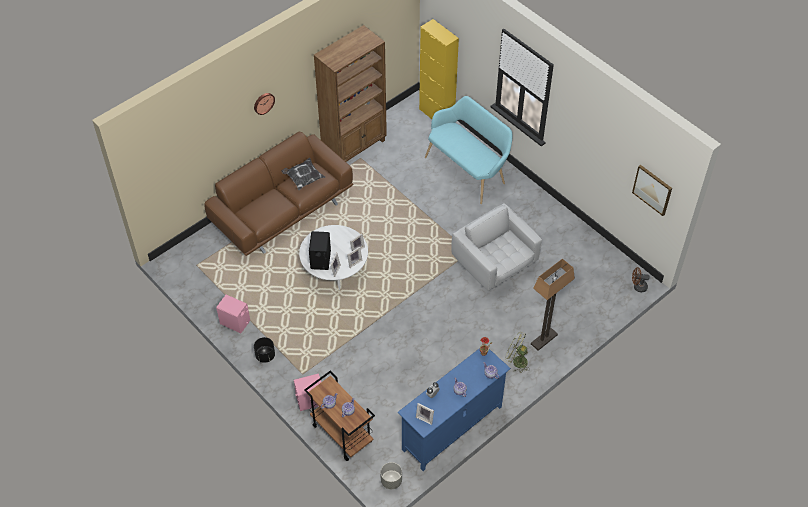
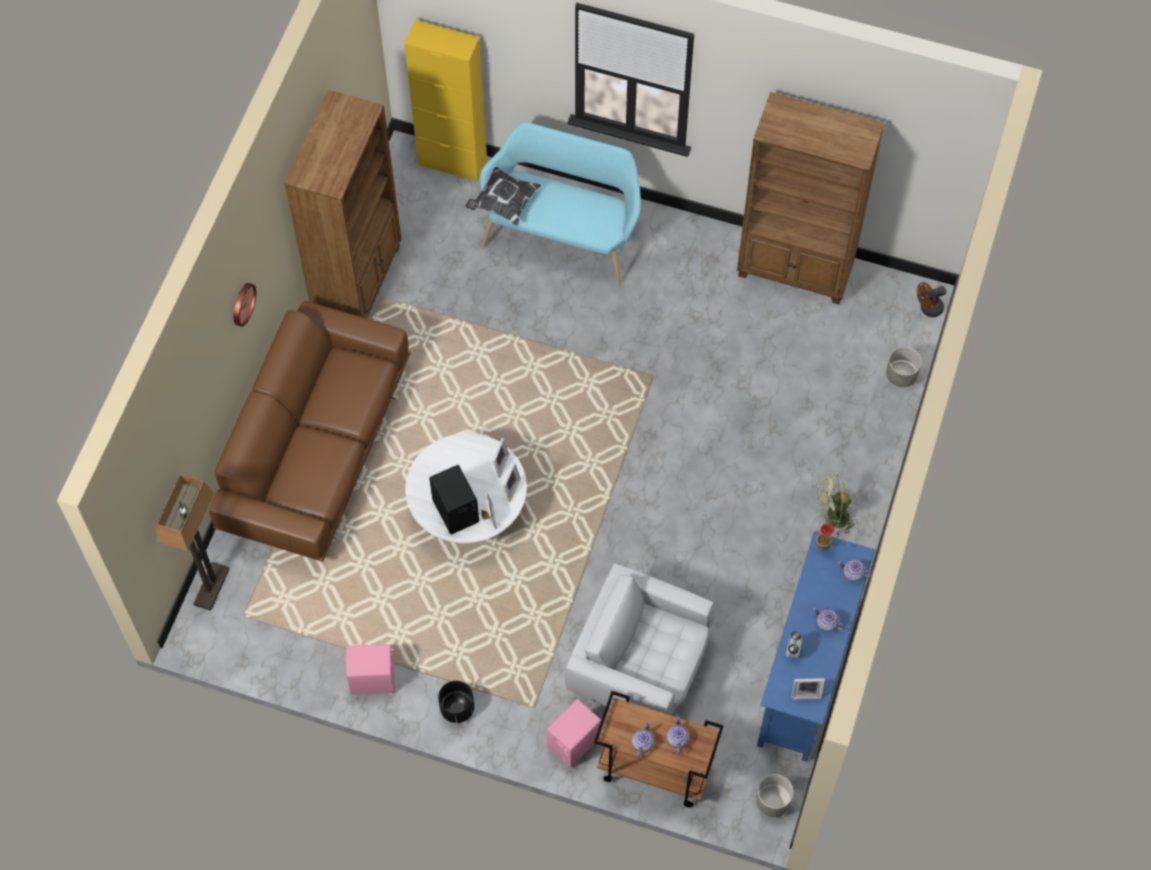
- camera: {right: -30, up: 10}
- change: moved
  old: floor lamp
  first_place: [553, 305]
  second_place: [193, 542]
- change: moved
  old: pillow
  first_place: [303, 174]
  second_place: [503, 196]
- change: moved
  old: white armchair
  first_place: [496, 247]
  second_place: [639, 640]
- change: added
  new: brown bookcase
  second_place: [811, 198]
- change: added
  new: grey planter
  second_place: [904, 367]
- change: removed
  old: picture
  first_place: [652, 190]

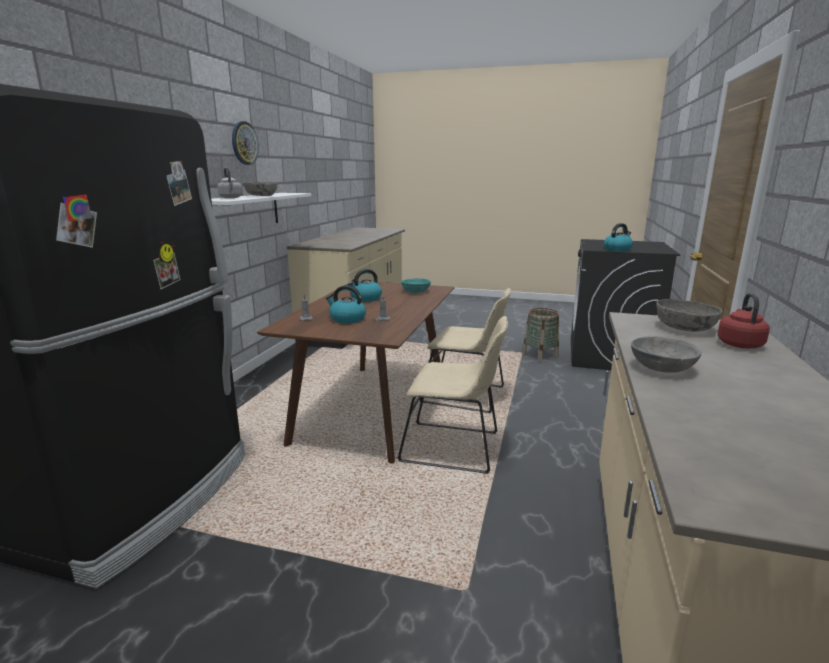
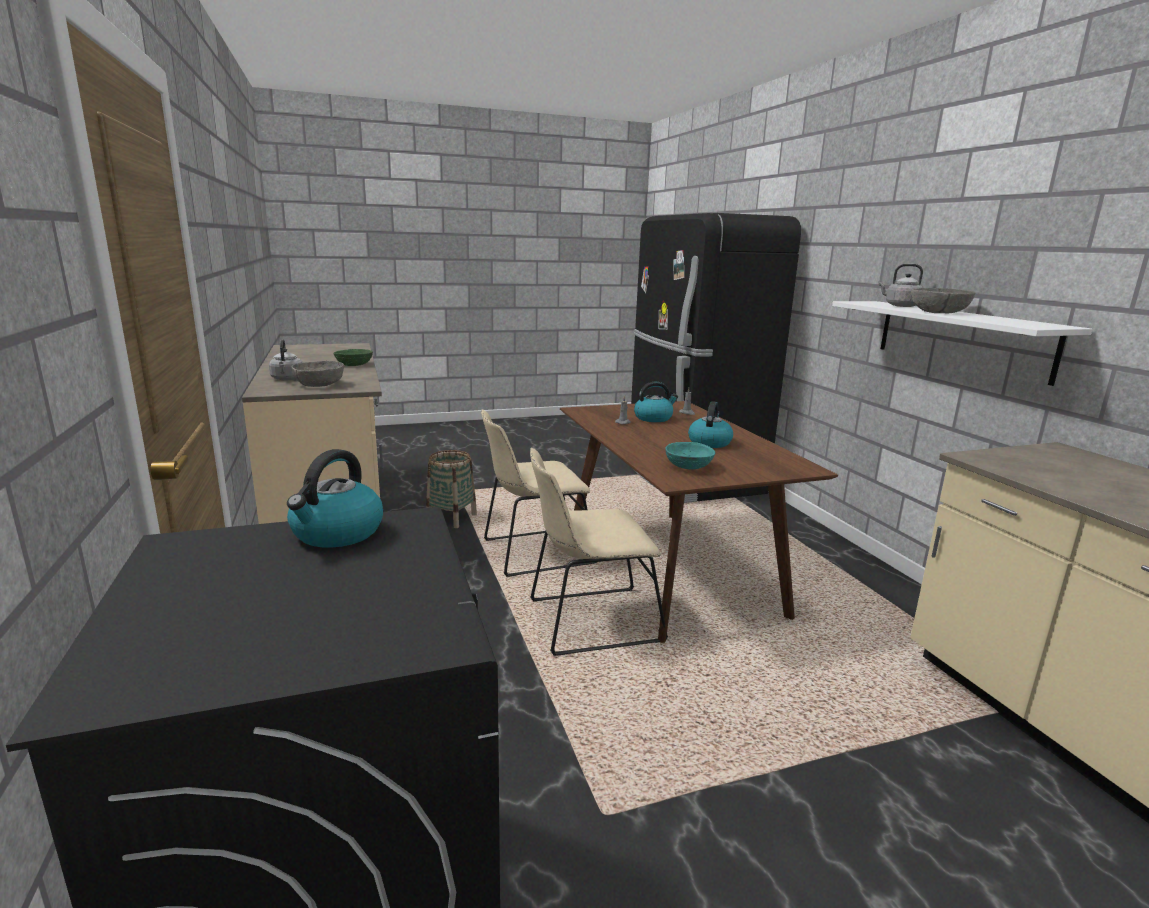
- camera: {right: 145, up: 0}
- change: recoloured
  old: red kettle
  new: grey kettle
  first_place: [743, 320]
  second_place: [286, 359]
- change: recoloured
  old: grey bowl
  new: green bowl
  first_place: [666, 354]
  second_place: [353, 357]
- change: moved
  old: basket
  first_place: [540, 335]
  second_place: [451, 489]
- change: removed
  old: wall clock
  first_place: [245, 143]

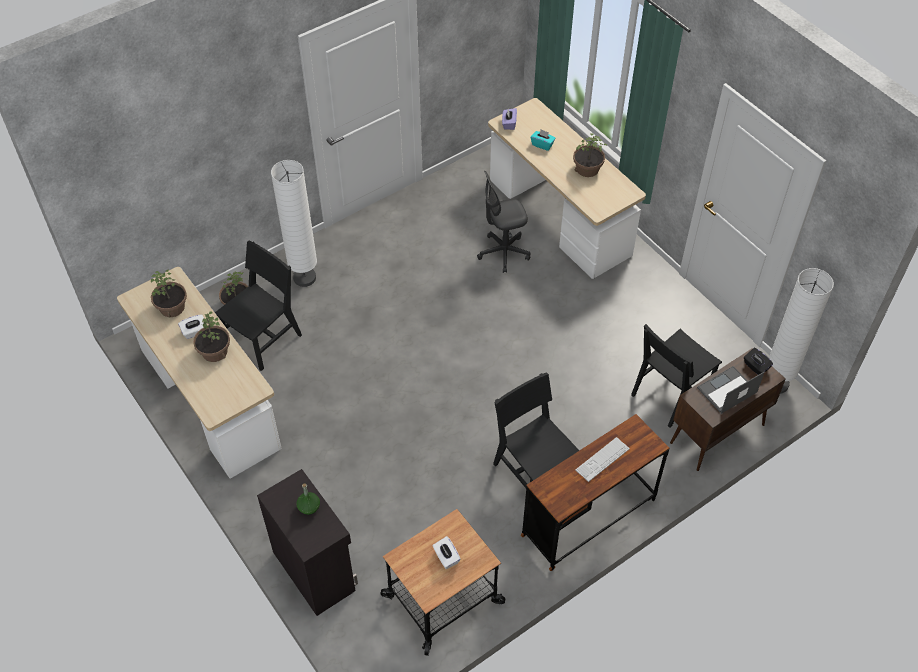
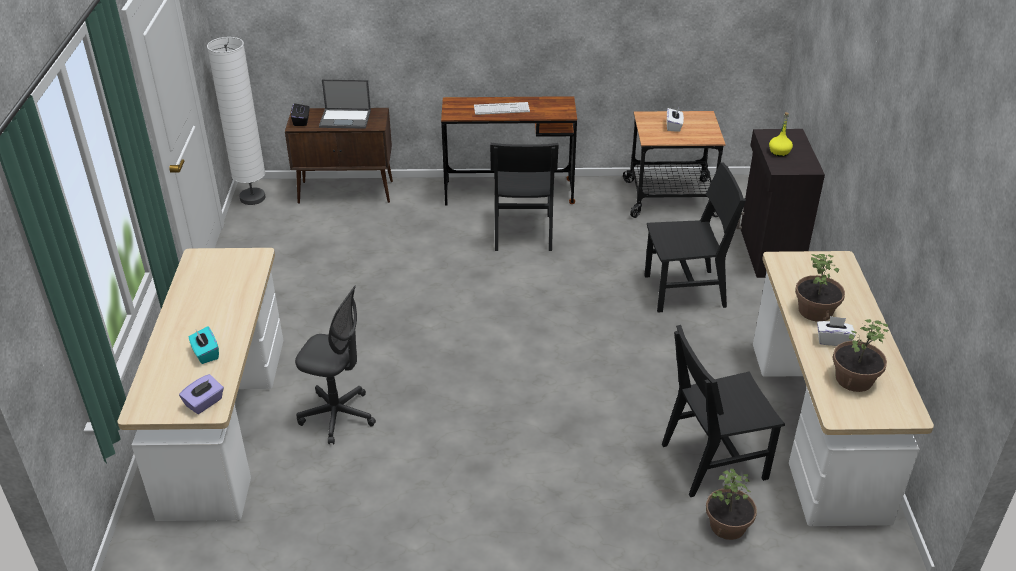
- camera: {right: -145, up: -15}
- change: moved
  old: black chair
  first_place: [676, 376]
  second_place: [695, 237]
- change: recoloured
  old: green bottle
  new: yellow bottle
  first_place: [308, 499]
  second_place: [781, 134]
- change: removed
  old: white floor lamp
  first_place: [294, 223]
- change: removed
  old: potted plant
  first_place: [590, 155]

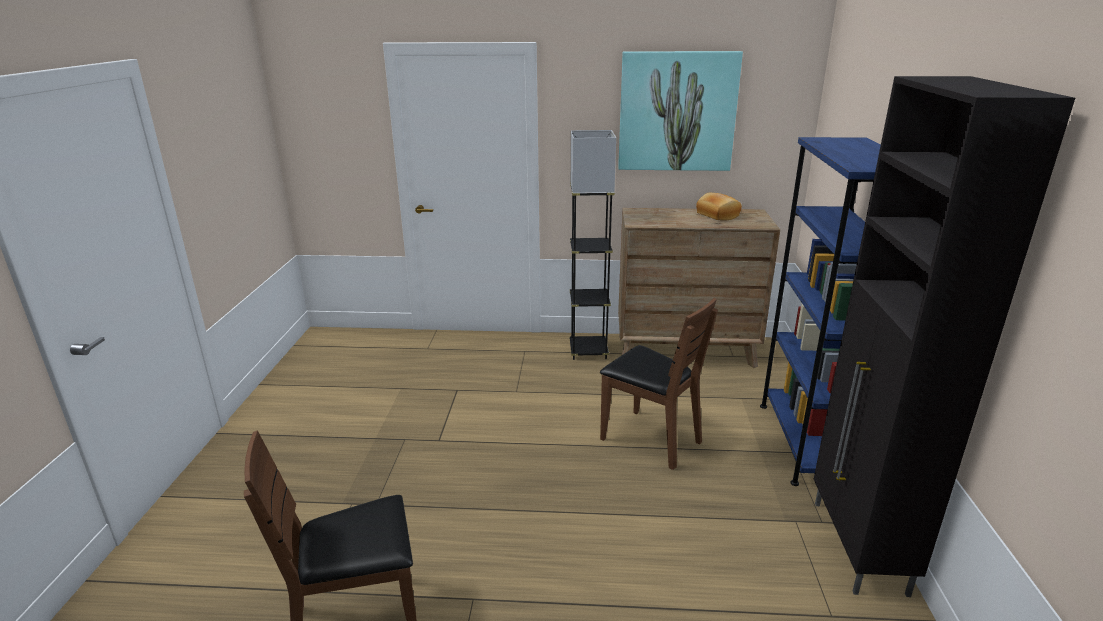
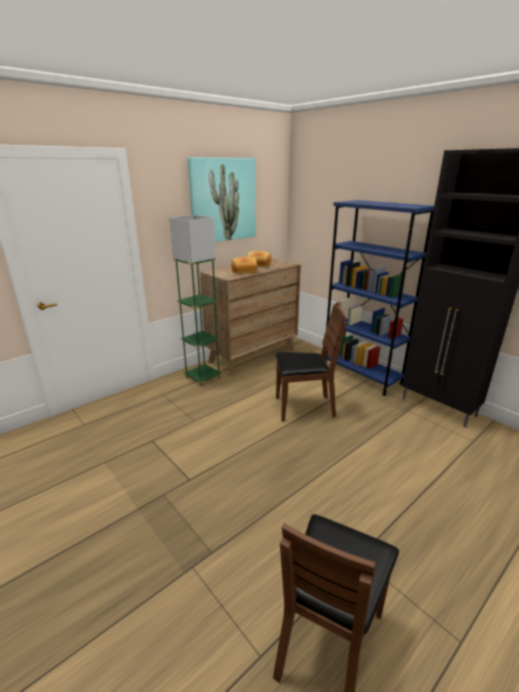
- camera: {right: -45, up: 0}
- change: recoloured
  old: grey floor lamp
  new: green floor lamp
  first_place: [592, 245]
  second_place: [195, 300]
- change: added
  new: bread
  second_place: [244, 265]

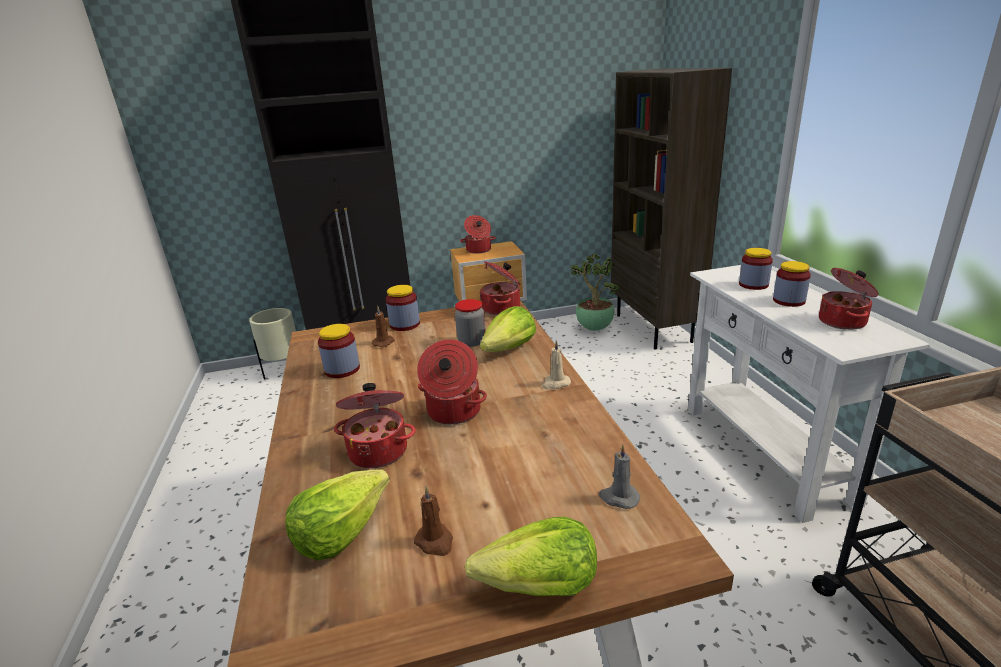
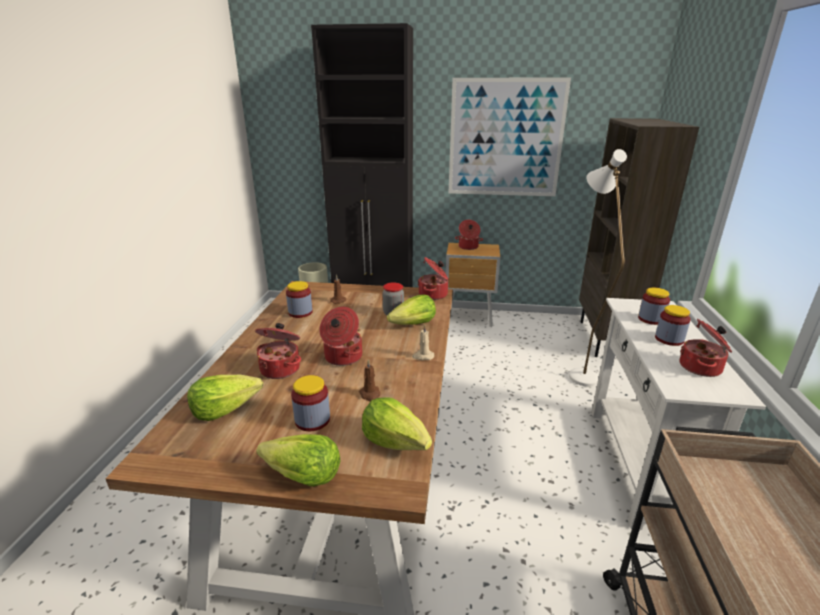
- camera: {right: 20, up: 0}
- change: moved
  old: jar
  first_place: [403, 308]
  second_place: [310, 403]
- change: moved
  old: brown candle
  first_place: [433, 521]
  second_place: [369, 380]
- change: replaced
  old: grey candle
  new: lettuce
  first_place: [619, 476]
  second_place: [397, 423]
- change: added
  new: picture
  second_place: [510, 137]
- change: added
  new: white floor lamp
  second_place: [598, 267]
- change: removed
  old: potted plant
  first_place: [595, 292]

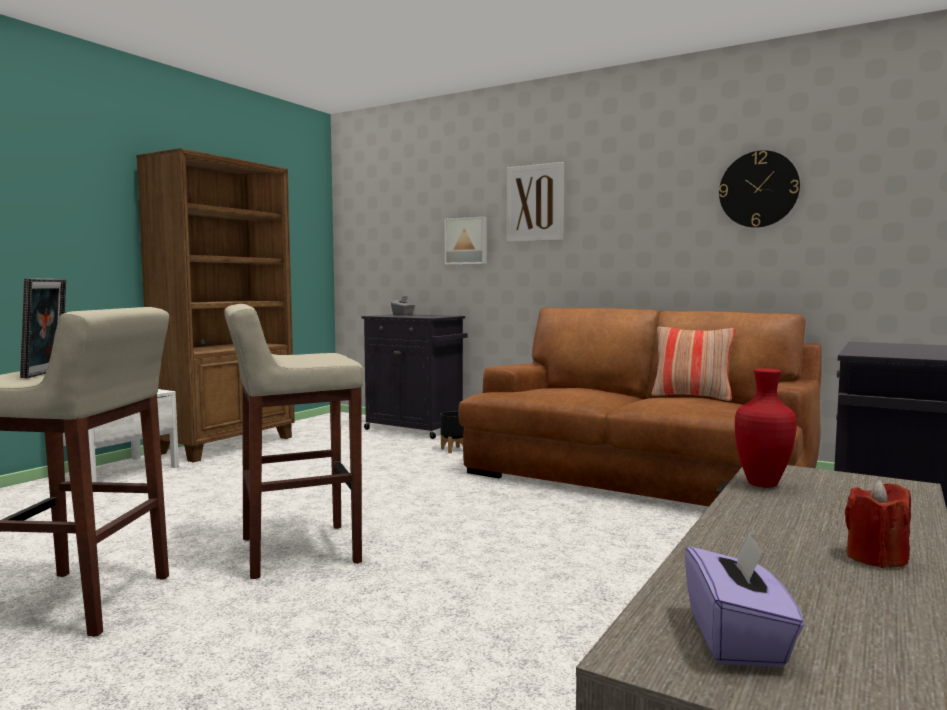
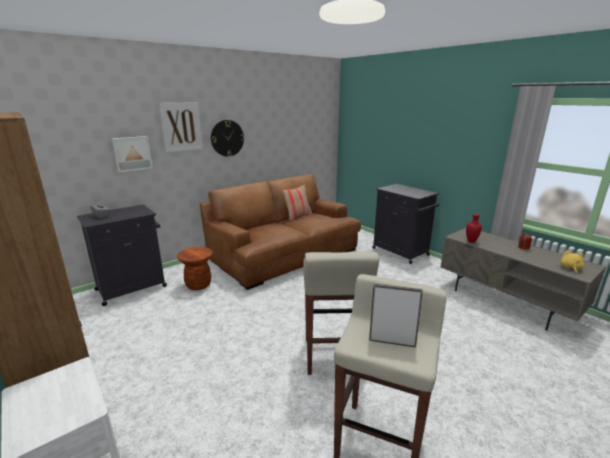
- camera: {right: -70, up: 15}
- change: replaced
  old: black planter
  new: brown stool
  first_place: [452, 432]
  second_place: [195, 268]
- change: moved
  old: wall clock
  first_place: [759, 189]
  second_place: [227, 138]
- change: replaced
  old: purple tissue box
  new: yellow plush toy
  first_place: [744, 599]
  second_place: [572, 262]

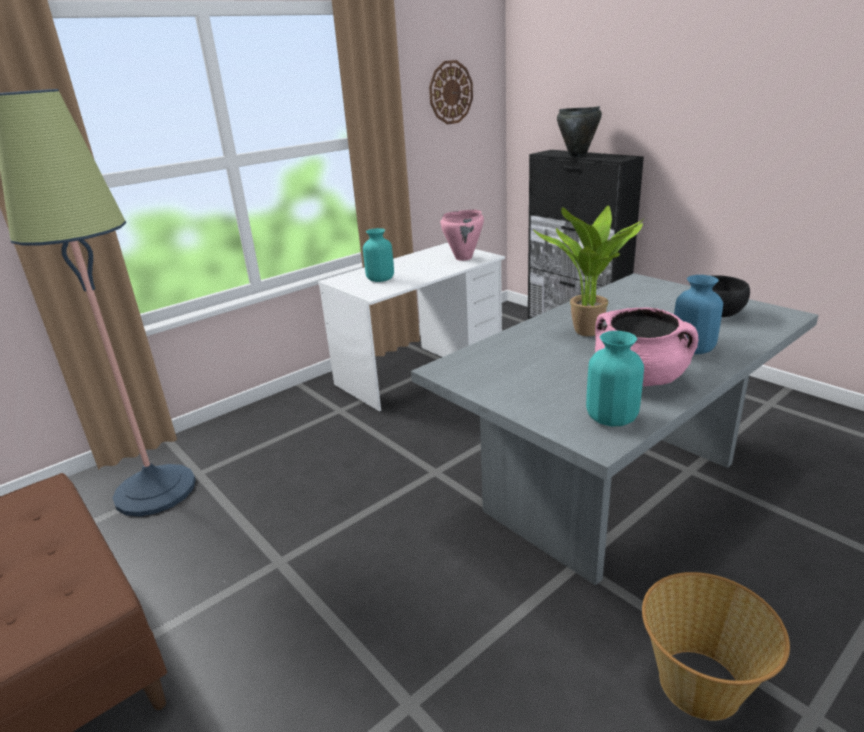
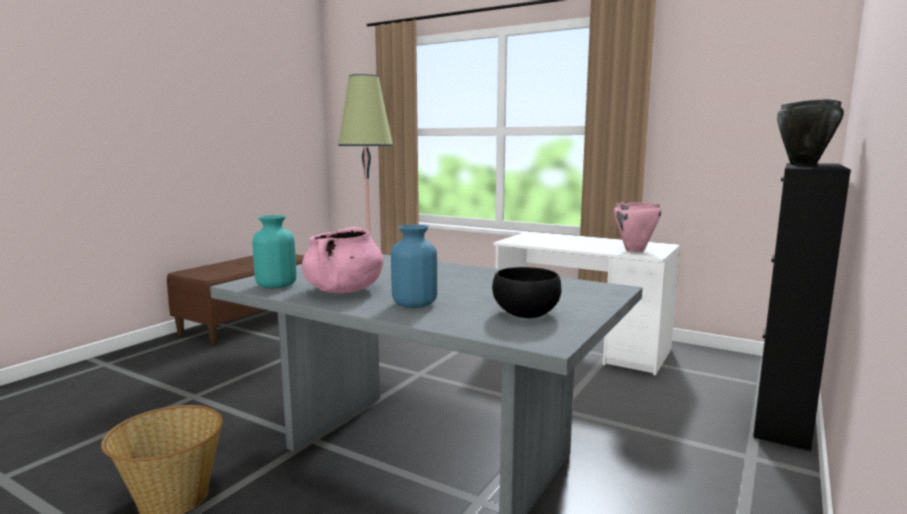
- camera: {right: 70, up: -15}
- change: removed
  old: turquoise vase
  first_place: [378, 255]
- change: removed
  old: wall clock
  first_place: [451, 92]
- change: removed
  old: potted plant
  first_place: [588, 271]

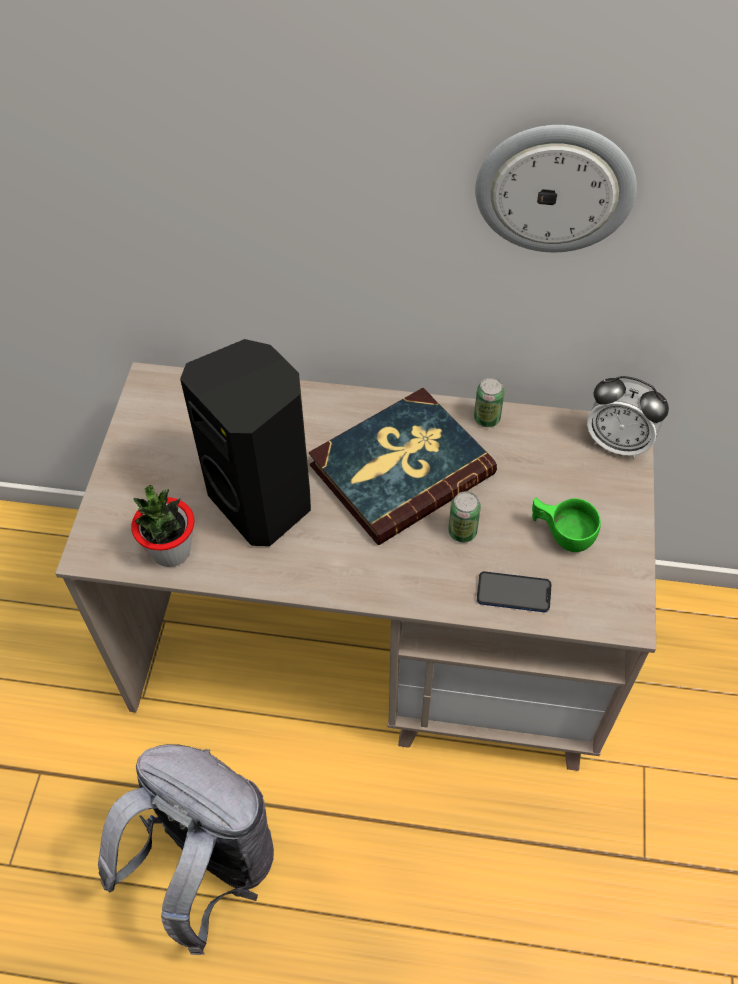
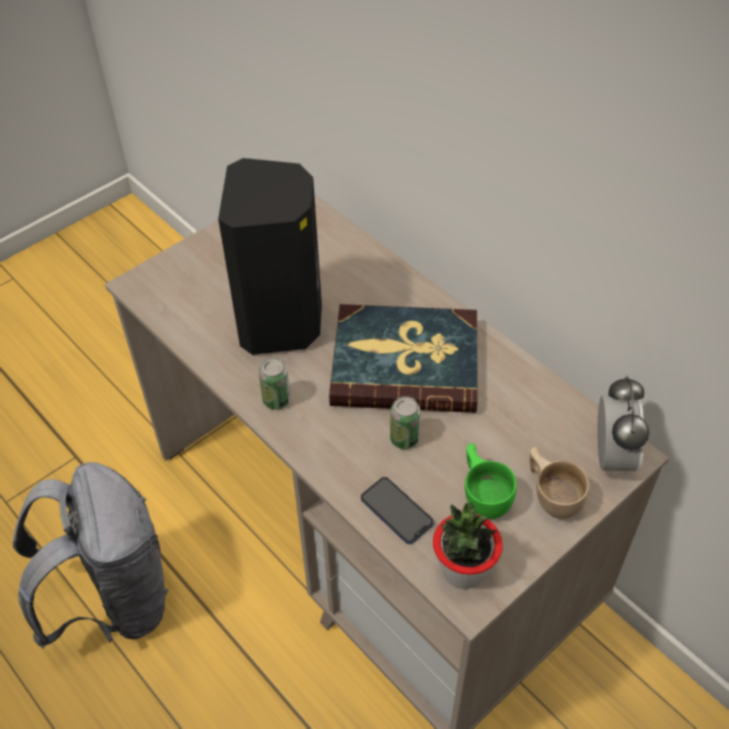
- camera: {right: 40, up: -5}
- change: moved
  old: can
  first_place: [489, 402]
  second_place: [274, 384]
- change: moved
  old: potted plant
  first_place: [162, 526]
  second_place: [468, 546]
- change: added
  new: beige cup
  second_place: [559, 482]
- change: turned
  old: alarm clock
  first_place: [628, 417]
  second_place: [624, 426]
  degrees: -150
- change: removed
  old: wall clock
  first_place: [556, 188]

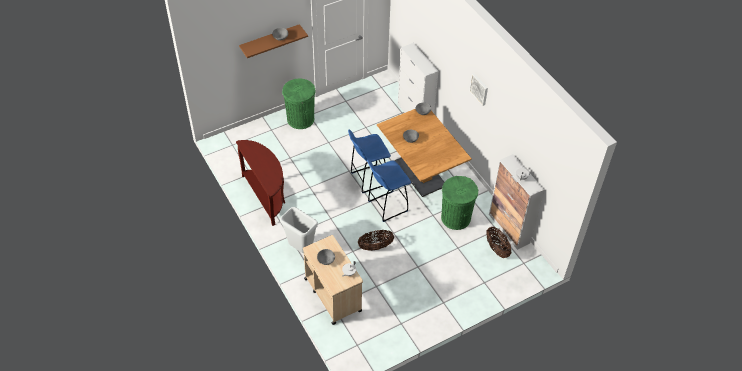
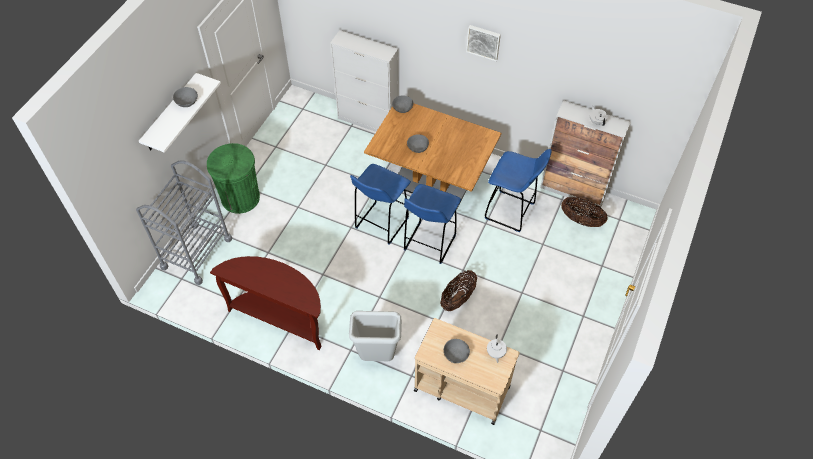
- camera: {right: -35, up: 5}
- change: added
  new: grey cart
  second_place: [184, 222]
- change: recoloured
  old: brown shelf
  new: white shelf
  first_place: [273, 41]
  second_place: [180, 113]
- change: replaced
  old: green trash can
  new: blue stool
  first_place: [459, 203]
  second_place: [518, 190]

